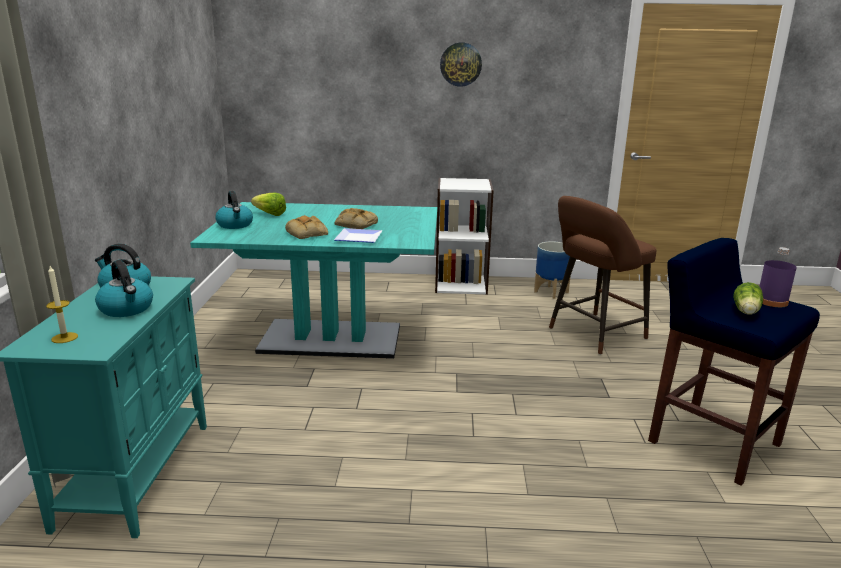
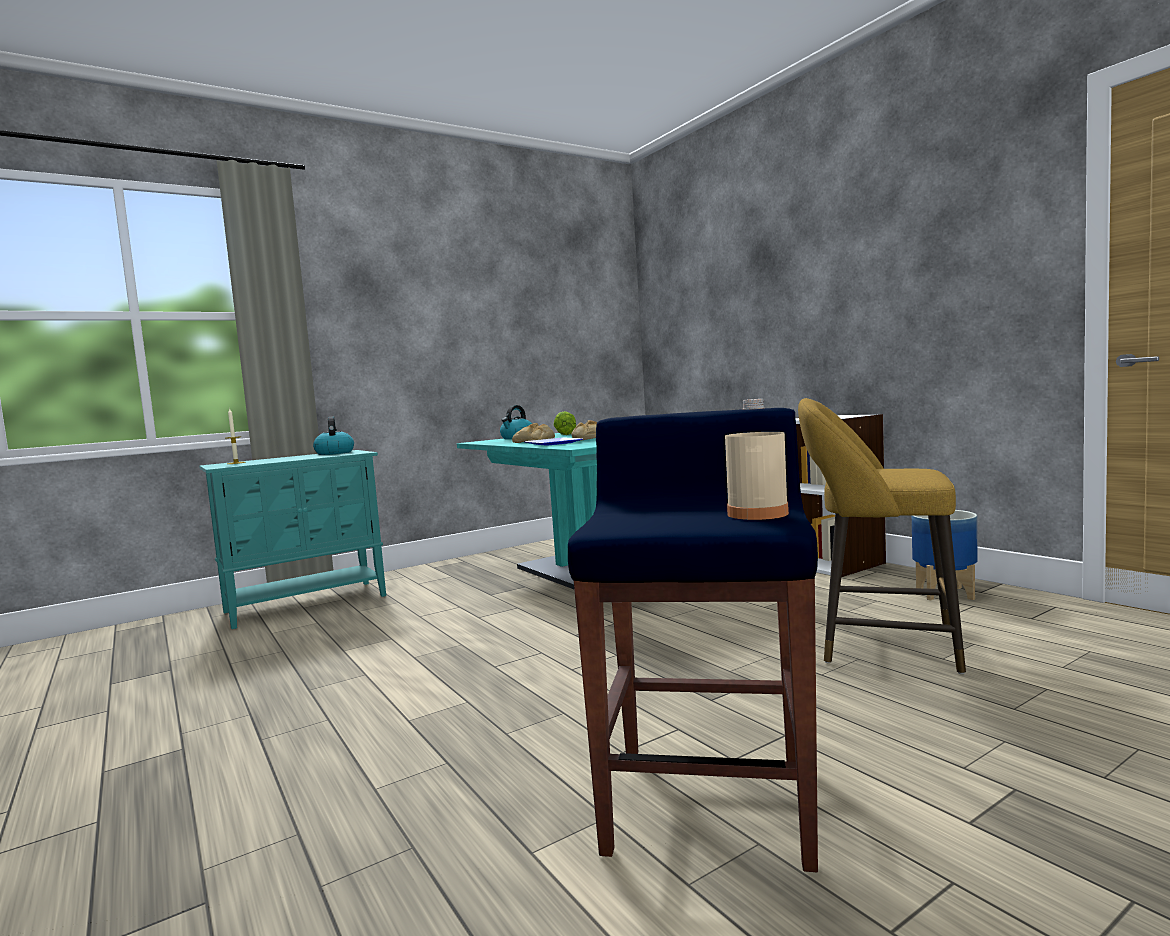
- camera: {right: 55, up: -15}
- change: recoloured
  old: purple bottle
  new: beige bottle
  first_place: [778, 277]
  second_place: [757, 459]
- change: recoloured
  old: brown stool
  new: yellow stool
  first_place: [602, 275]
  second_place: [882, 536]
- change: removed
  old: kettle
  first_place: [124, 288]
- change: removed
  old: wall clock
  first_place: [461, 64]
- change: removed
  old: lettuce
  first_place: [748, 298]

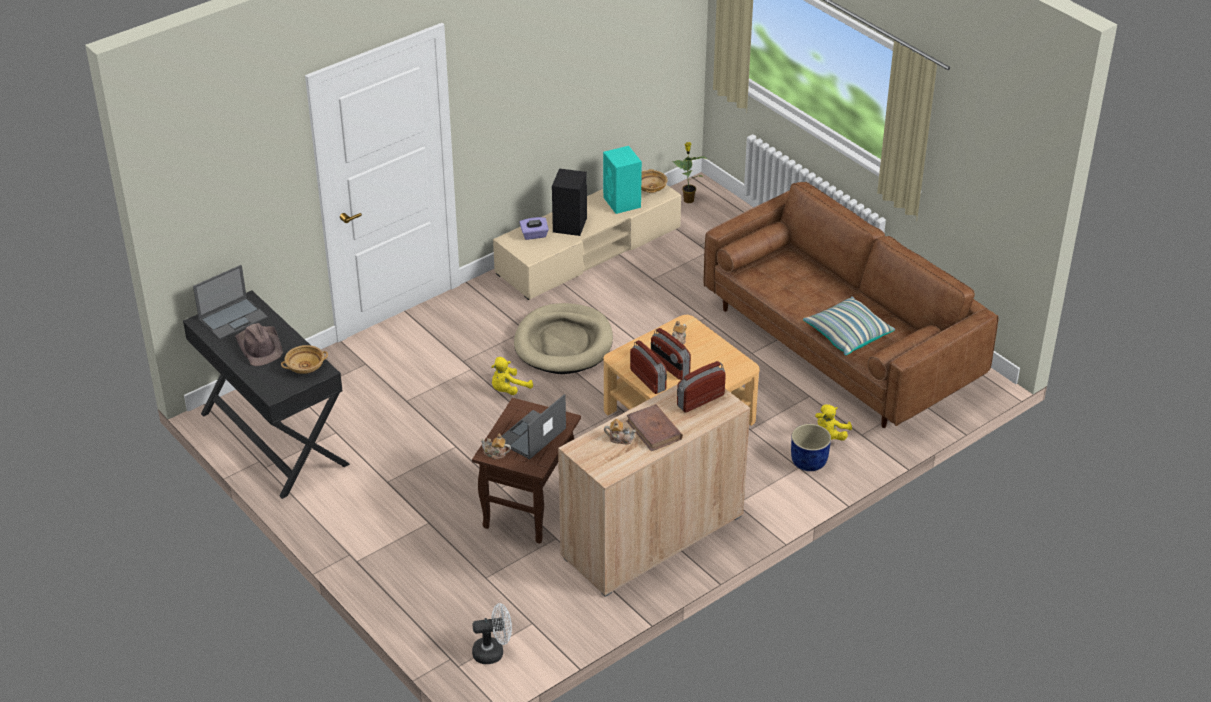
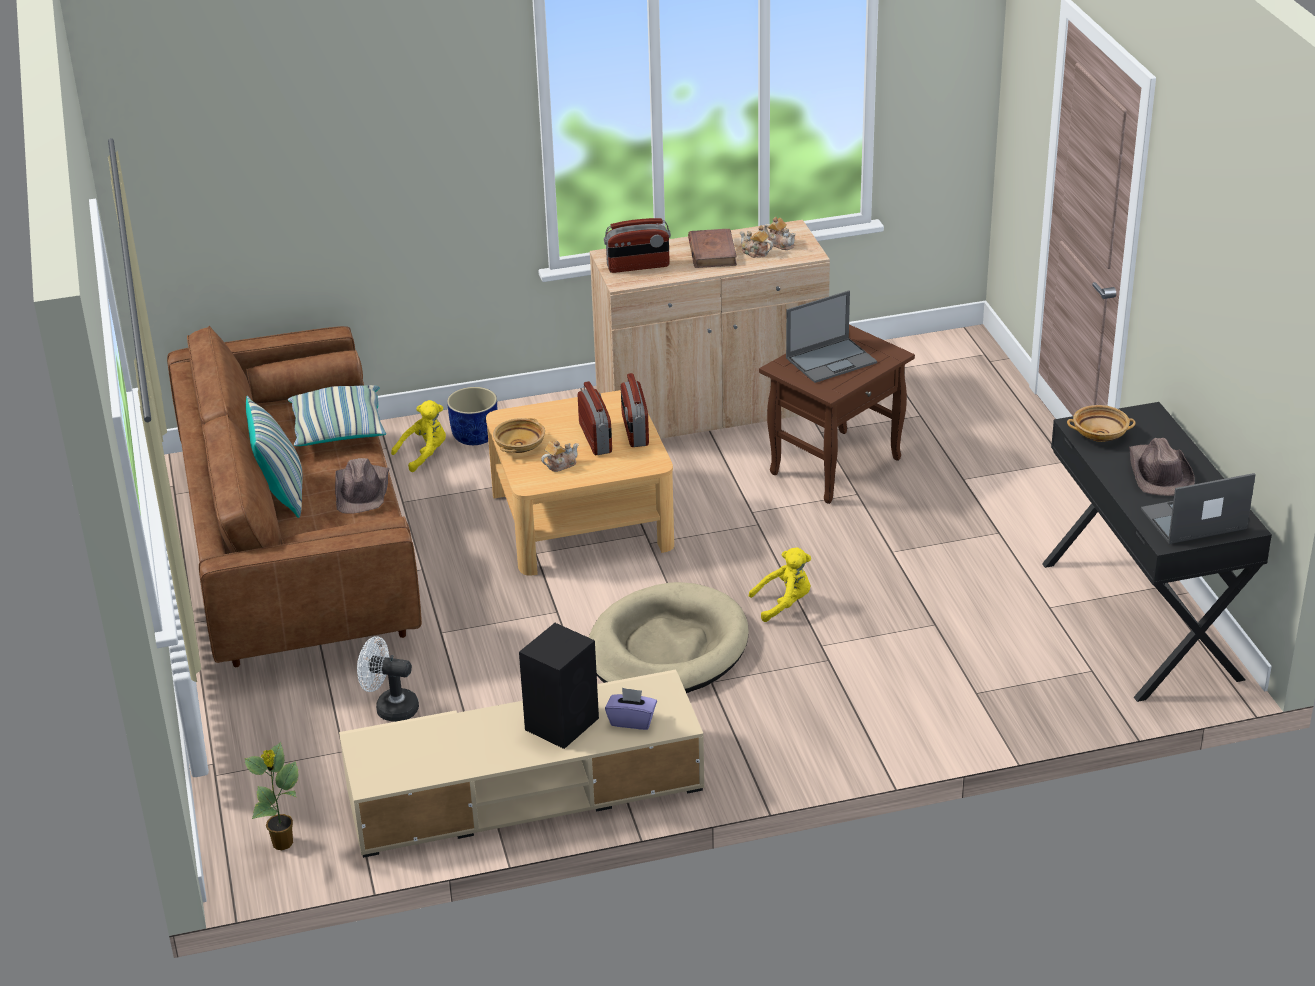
- camera: {right: -155, up: -5}
- change: added
  new: pillow
  second_place: [274, 456]
- change: added
  new: brown hat
  second_place: [362, 486]
- change: moved
  old: white fan
  first_place: [492, 633]
  second_place: [388, 679]
- change: moved
  old: beige bowl
  first_place: [654, 181]
  second_place: [519, 435]
- change: moved
  old: teapot
  first_place: [495, 446]
  second_place: [780, 233]
- change: removed
  old: turquoise speaker
  first_place: [622, 180]

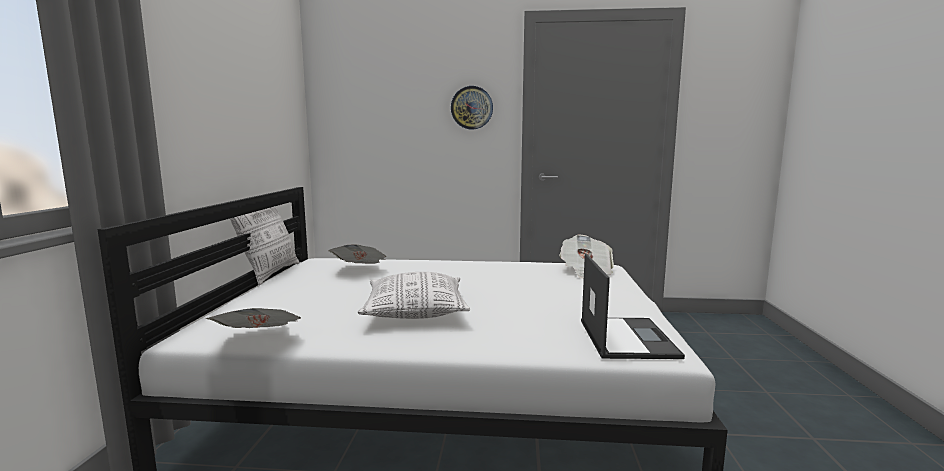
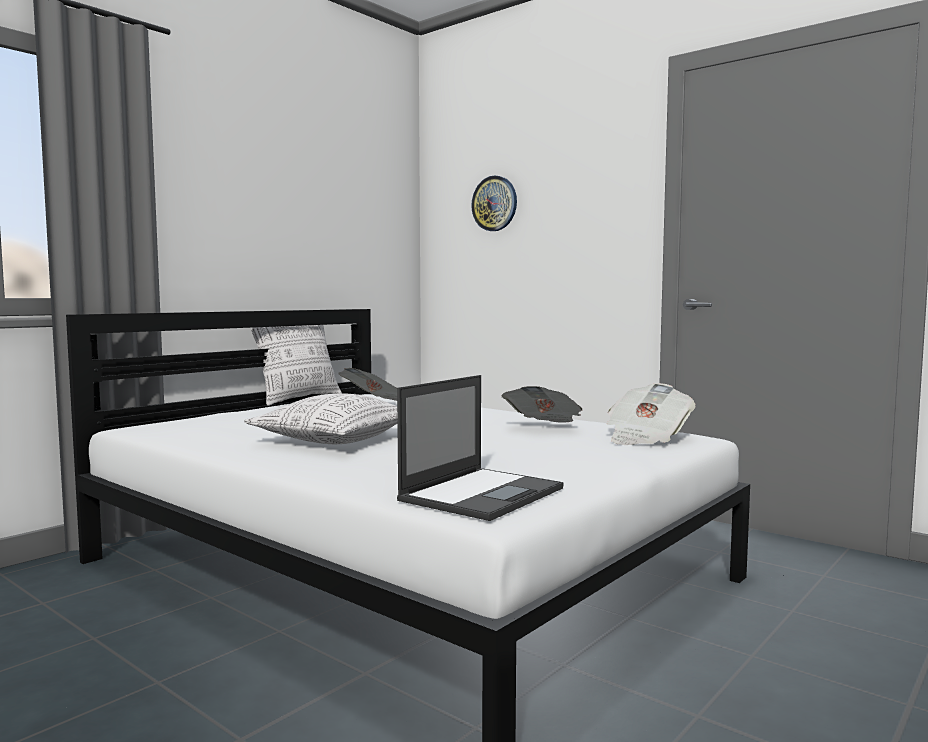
- camera: {right: 35, up: -5}
- change: moved
  old: wall clock
  first_place: [472, 107]
  second_place: [494, 203]
- change: moved
  old: newspaper
  first_place: [253, 318]
  second_place: [541, 404]

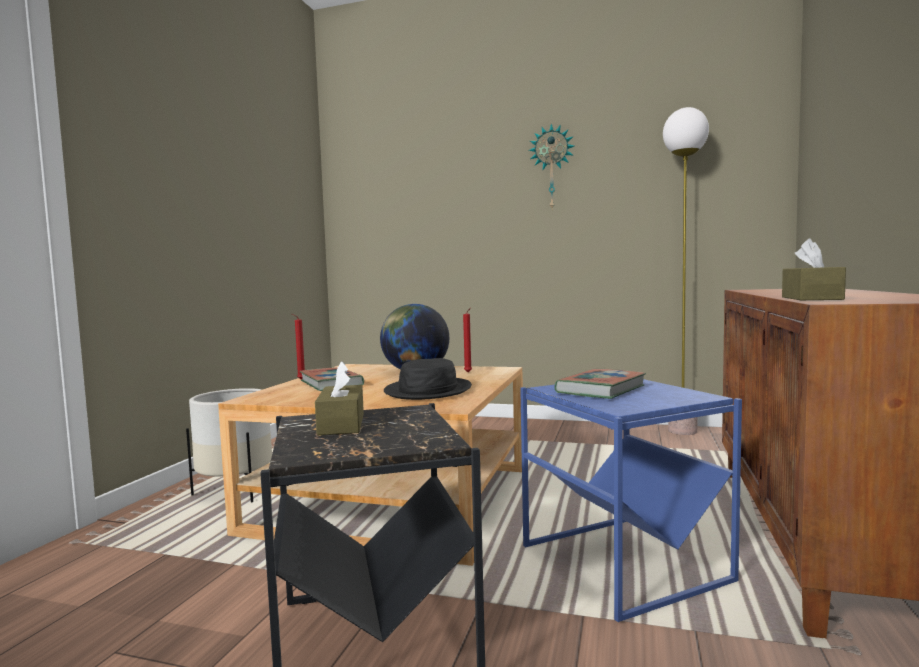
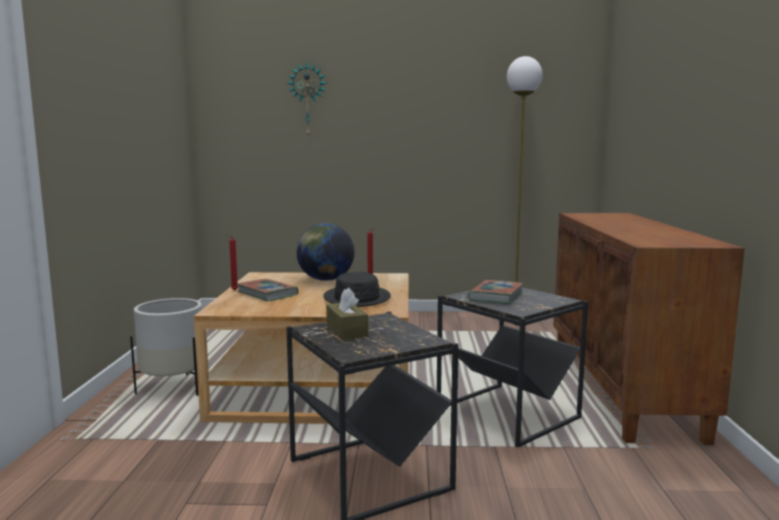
- camera: {right: -15, up: 5}
- change: moved
  old: wall clock
  first_place: [551, 166]
  second_place: [307, 100]
- change: recoloured
  old: blue side table
  new: black side table
  first_place: [631, 500]
  second_place: [512, 367]
- change: removed
  old: brown tissue box
  first_place: [814, 269]

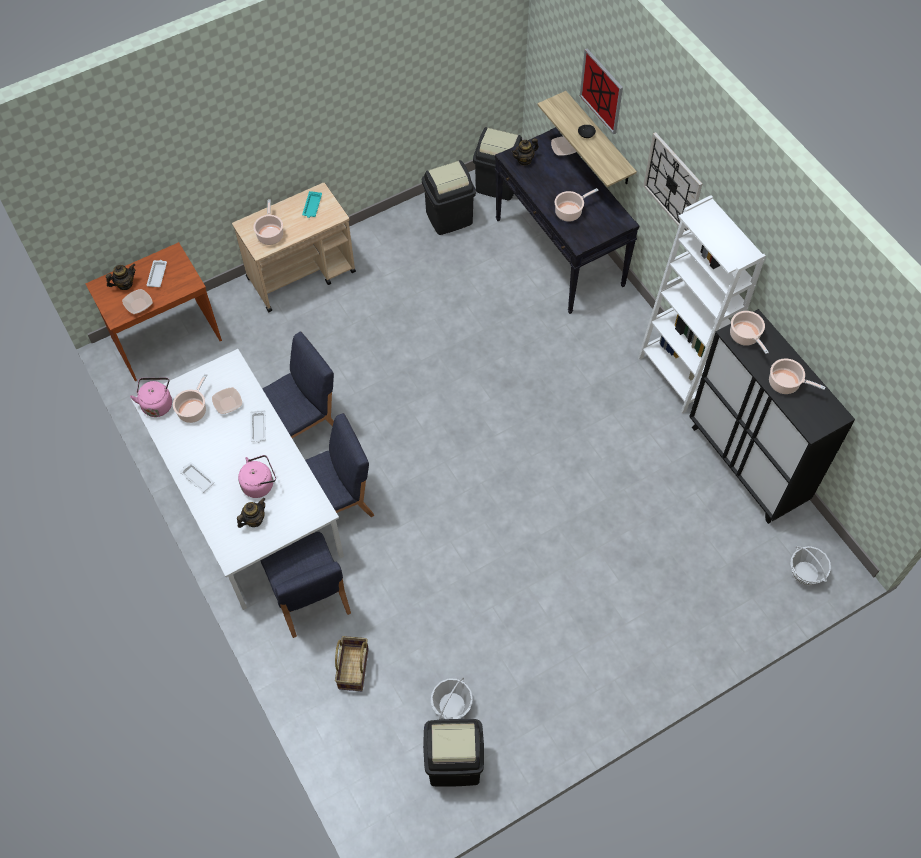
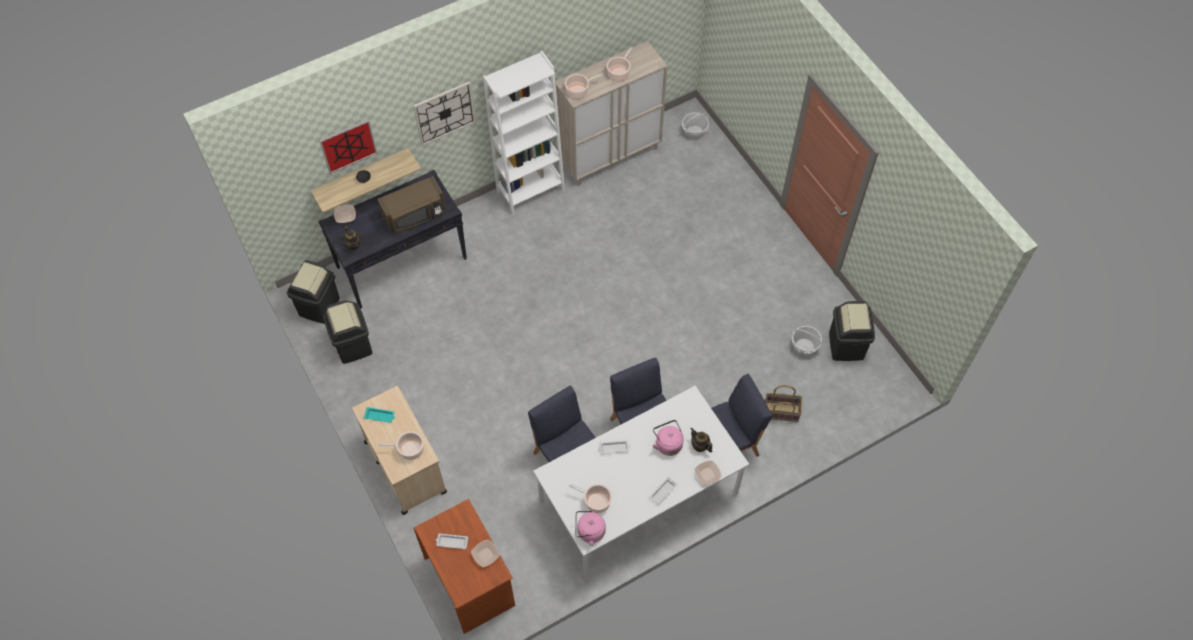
- camera: {right: -90, up: 0}
- change: replaced
  old: cooking pot
  new: brown microwave
  first_place: [577, 205]
  second_place: [411, 205]
- change: recoloured
  old: black cabinet
  new: beige cabinet
  first_place: [772, 416]
  second_place: [611, 113]
- change: moved
  old: bowl
  first_place: [227, 400]
  second_place: [707, 472]
- change: removed
  old: teapot
  first_place: [120, 276]

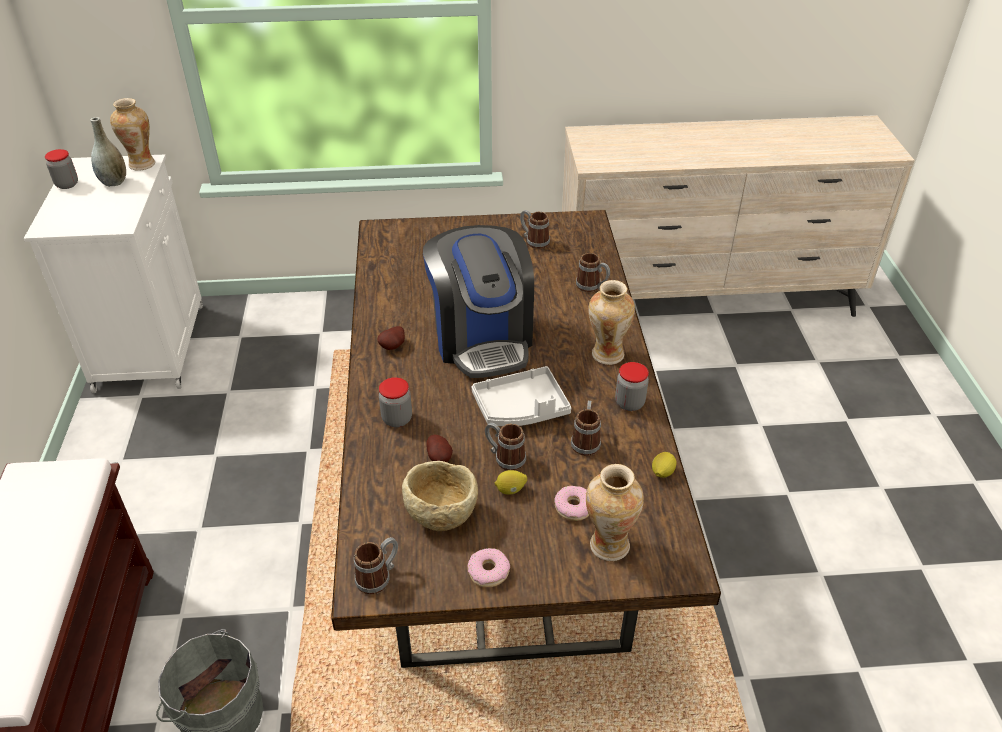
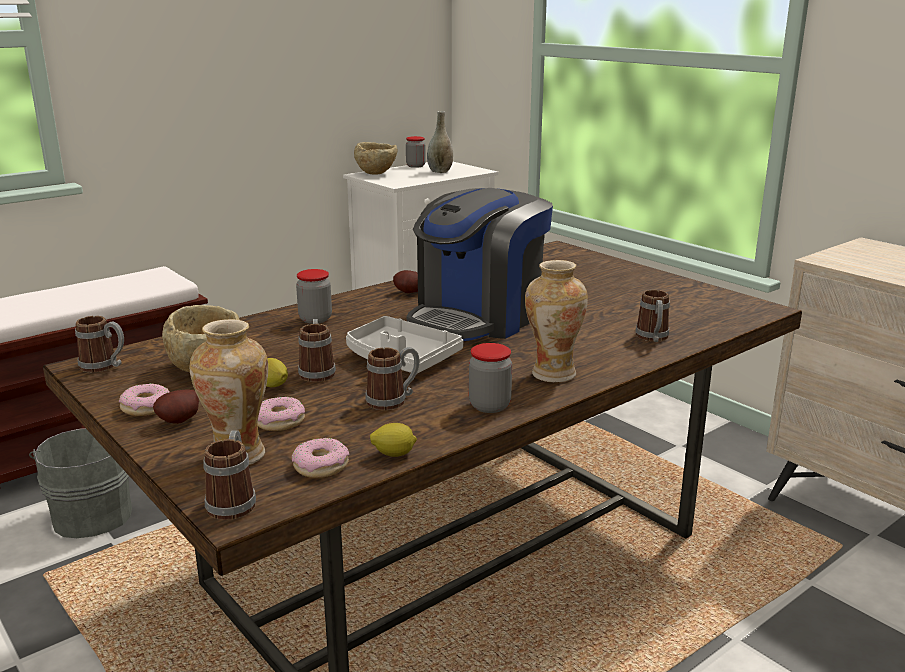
- camera: {right: 55, up: -20}
- change: moved
  old: potato
  first_place: [439, 448]
  second_place: [176, 406]
- change: moved
  old: mug
  first_place: [535, 229]
  second_place: [229, 475]
- change: added
  new: donut
  second_place: [320, 458]
- change: added
  new: beige bowl
  second_place: [375, 158]
- change: removed
  old: vase
  first_place: [132, 134]

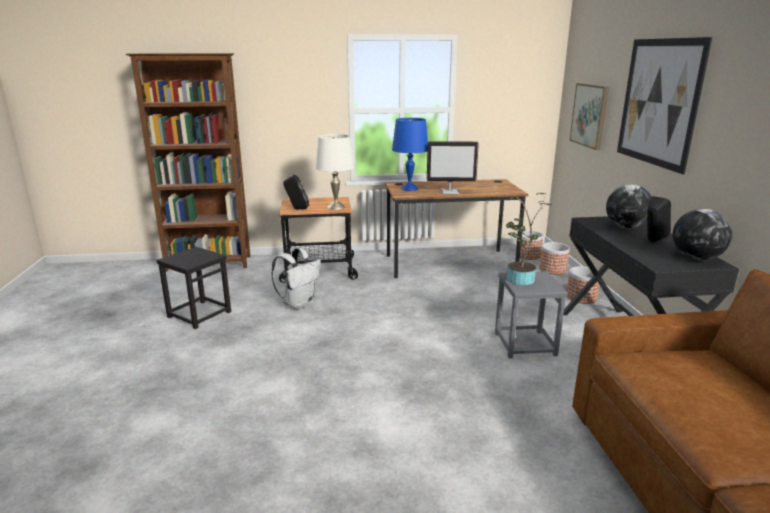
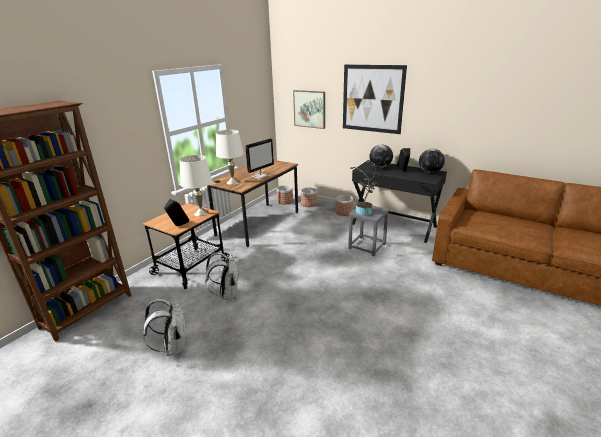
- camera: {right: -50, up: 5}
- change: replaced
  old: black stool
  new: white backpack
  first_place: [194, 288]
  second_place: [165, 327]
- change: recoloured
  old: blue table lamp
  new: white table lamp
  first_place: [410, 154]
  second_place: [230, 157]

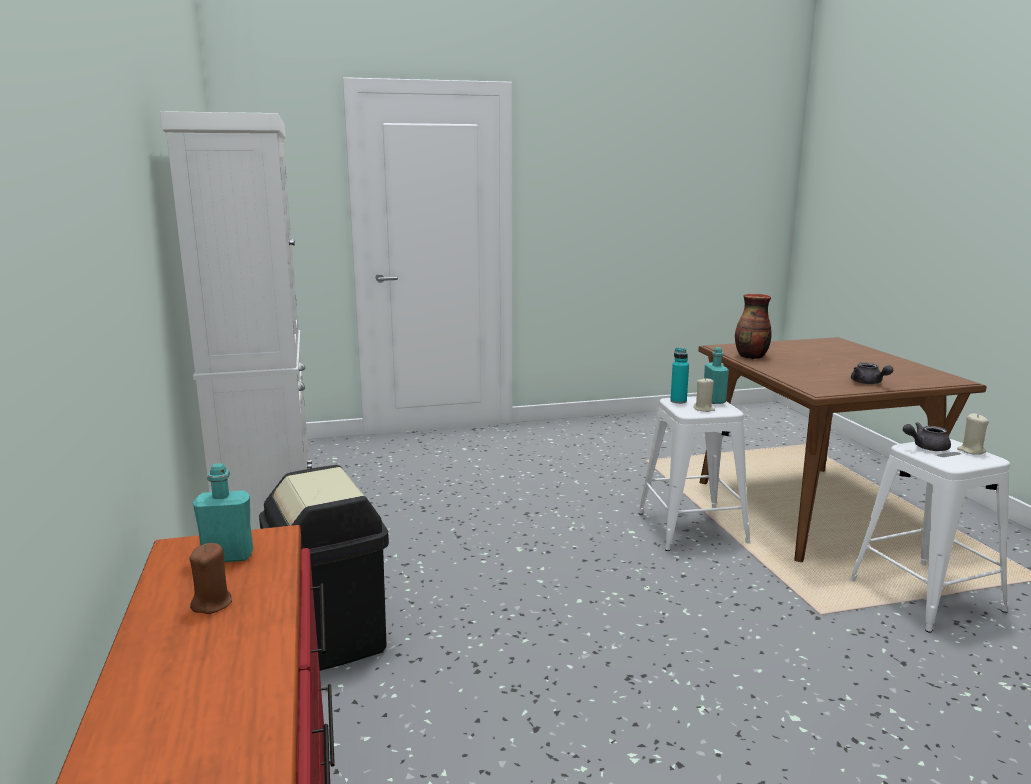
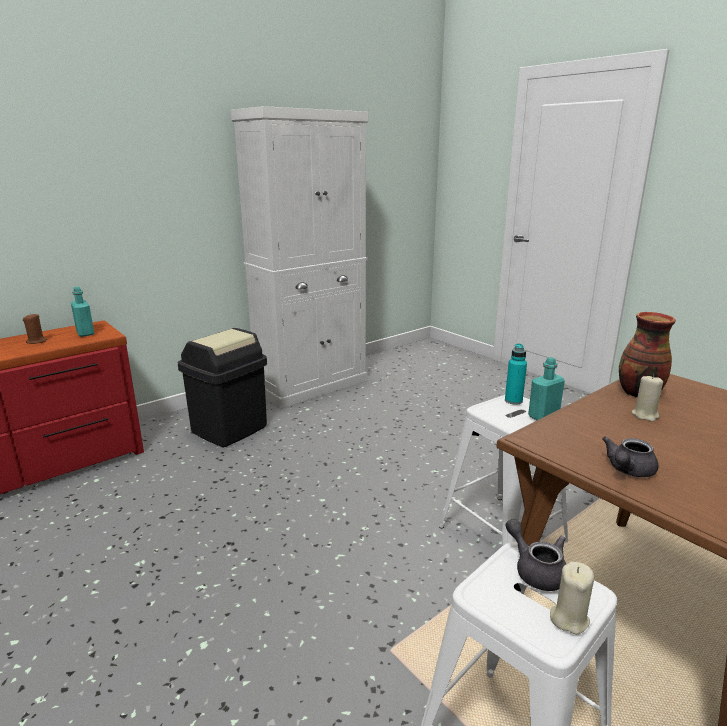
- camera: {right: 65, up: 5}
- change: moved
  old: beige candle
  first_place: [704, 395]
  second_place: [647, 398]

